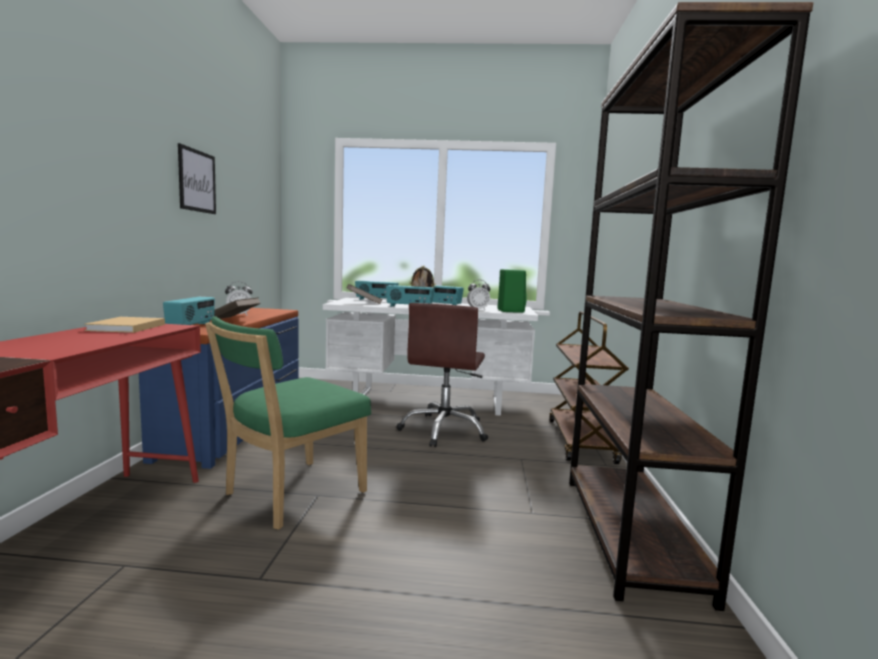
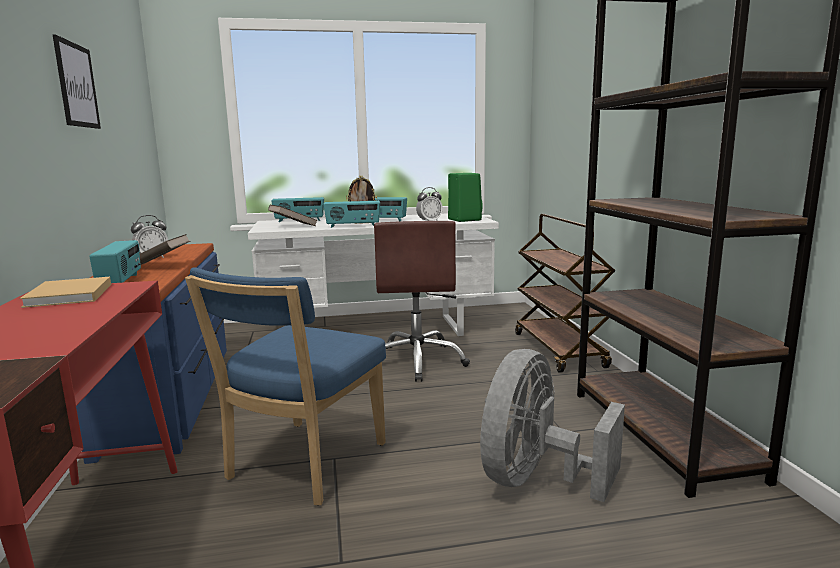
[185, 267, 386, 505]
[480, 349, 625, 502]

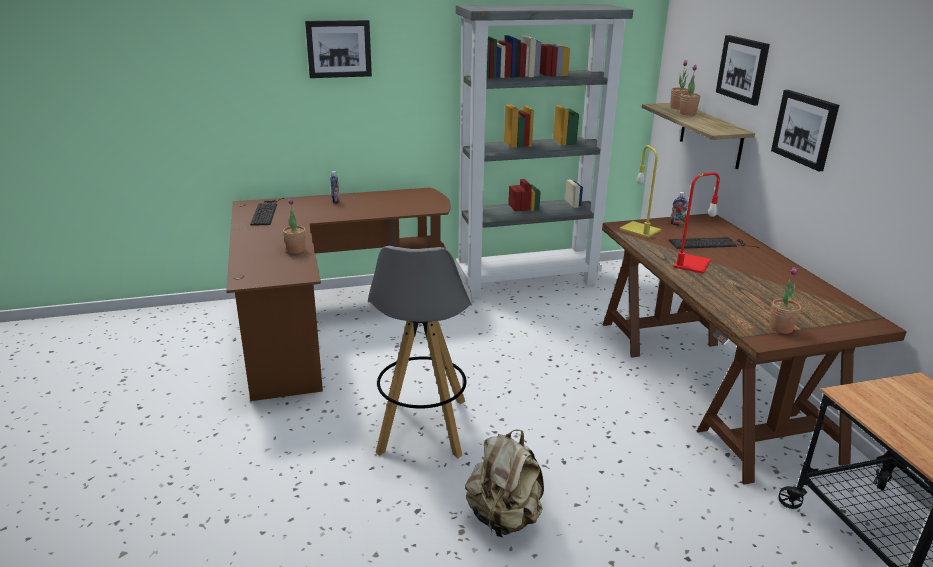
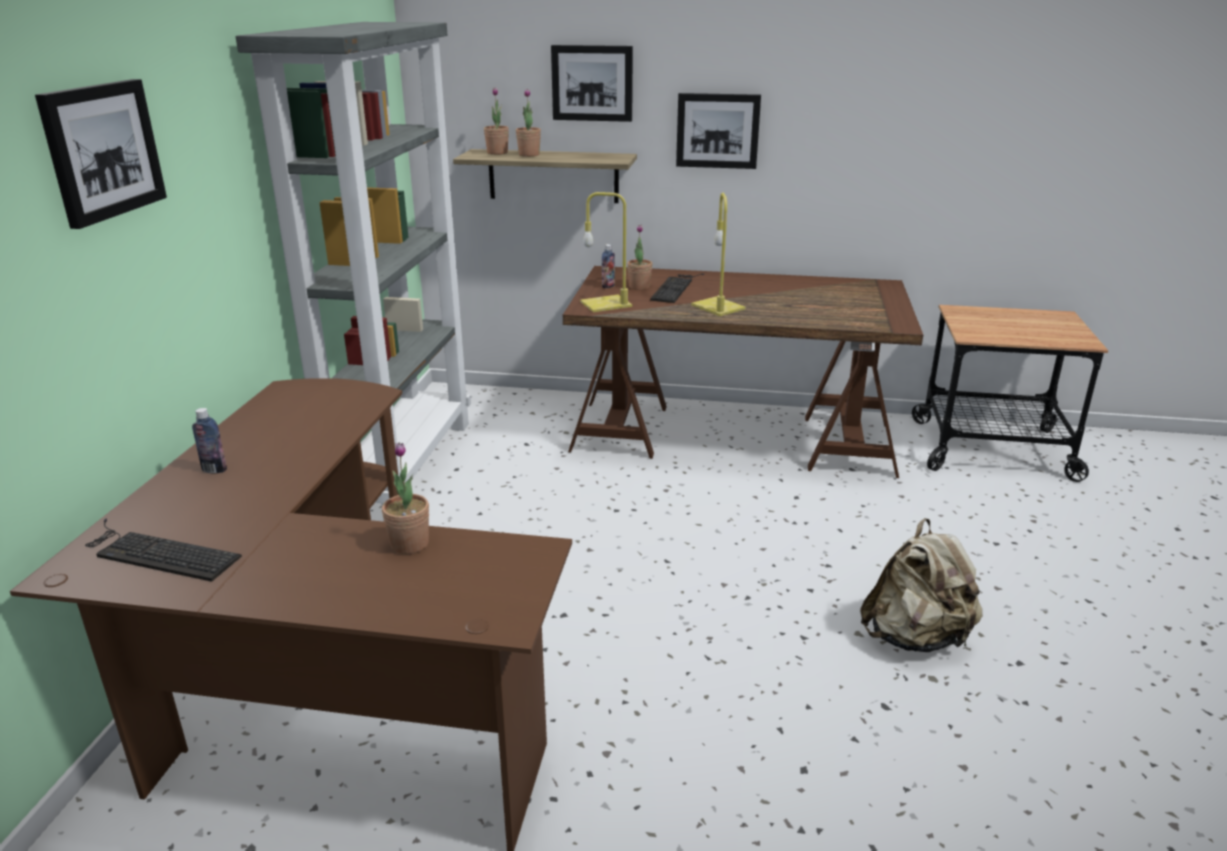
[627, 225, 653, 290]
[691, 193, 746, 316]
[368, 246, 472, 458] (first image)

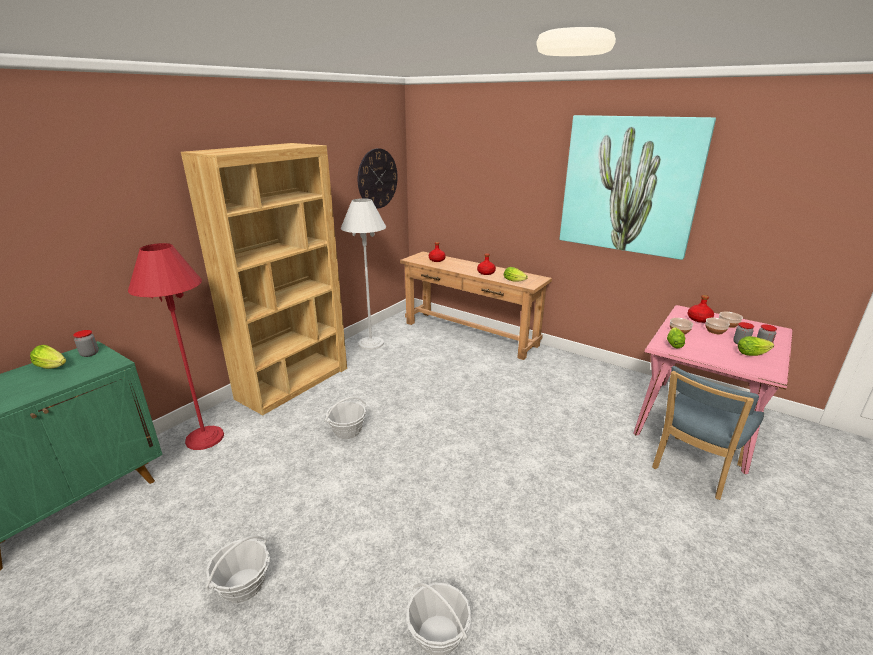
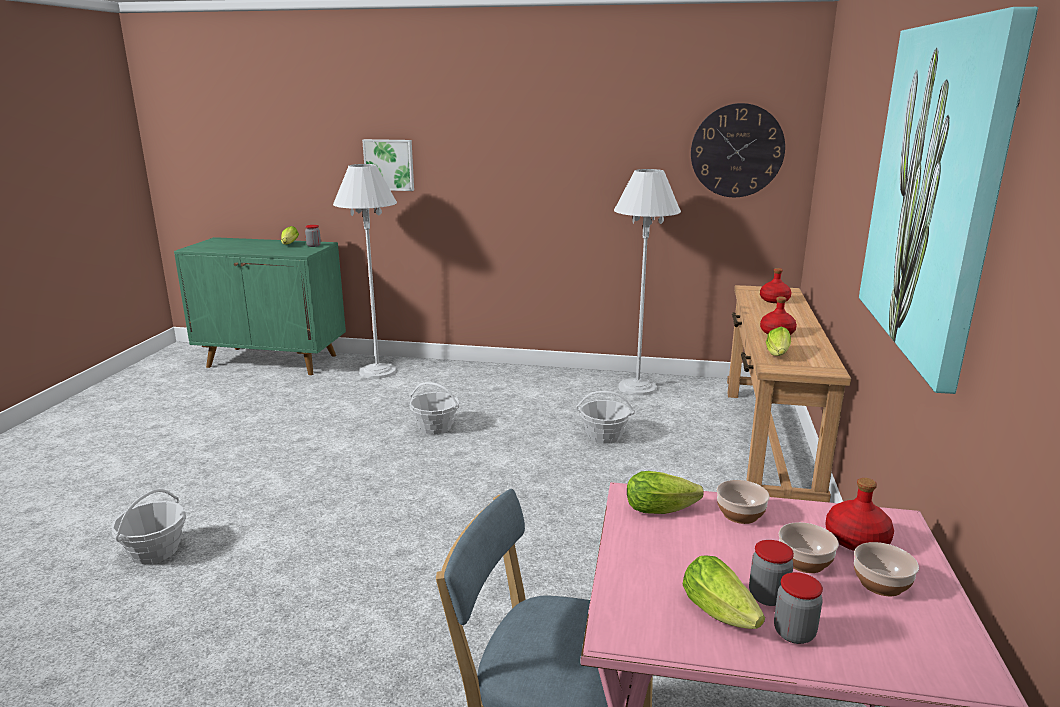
[333, 164, 397, 379]
[362, 139, 414, 191]
[576, 391, 635, 444]
[181, 143, 347, 415] (first image)

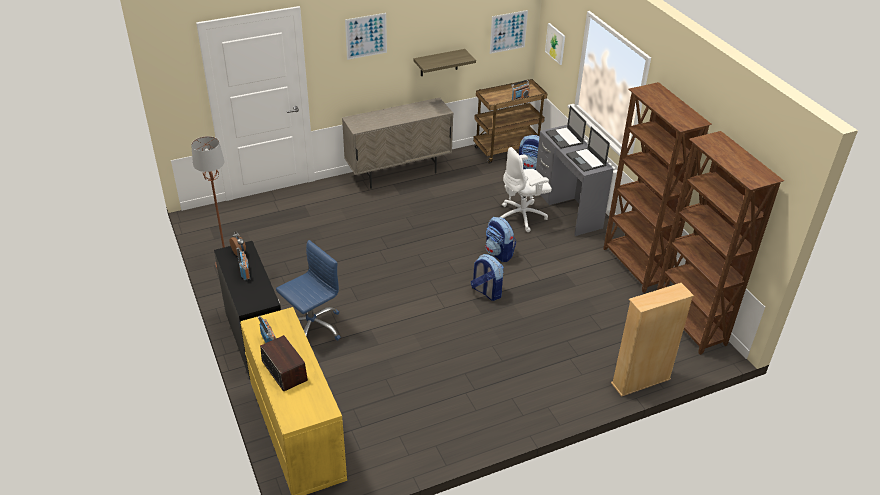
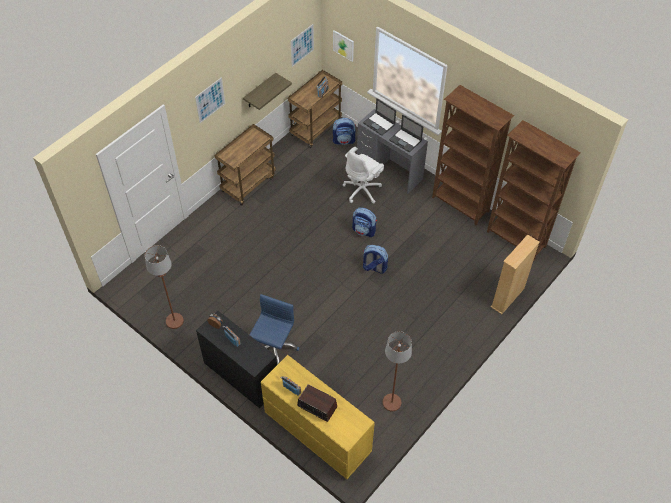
[215, 124, 276, 206]
[383, 331, 412, 411]

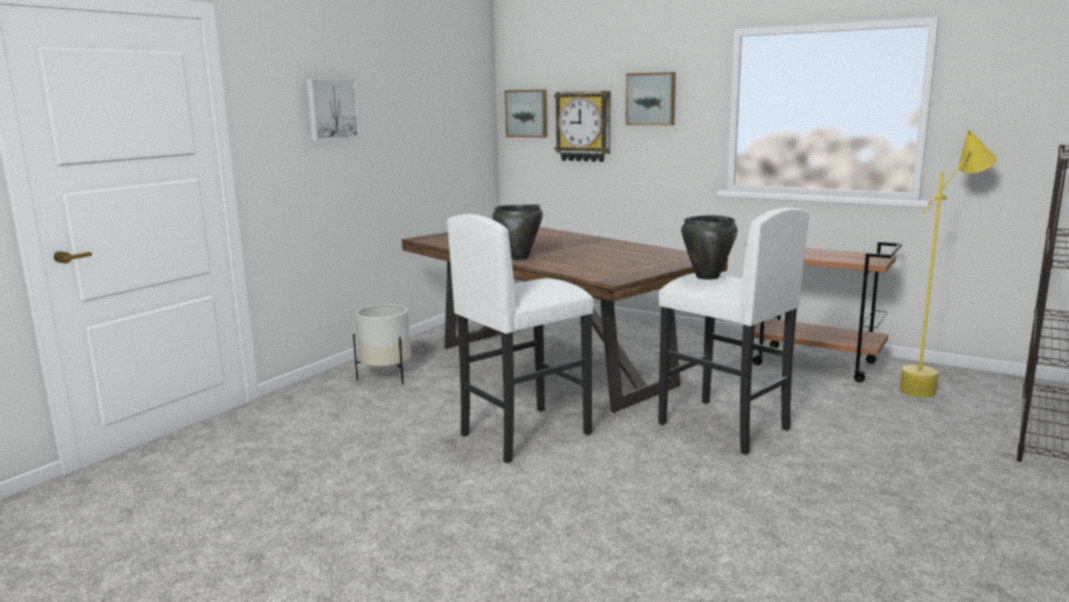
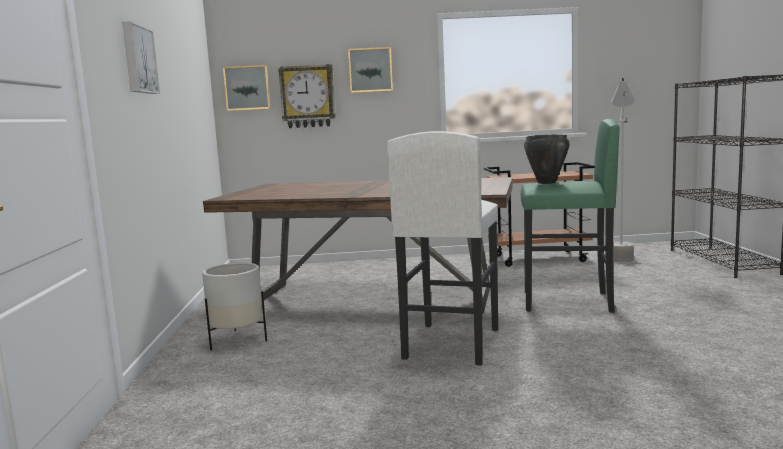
[521, 119, 620, 313]
[611, 77, 636, 262]
[492, 205, 543, 260] (first image)

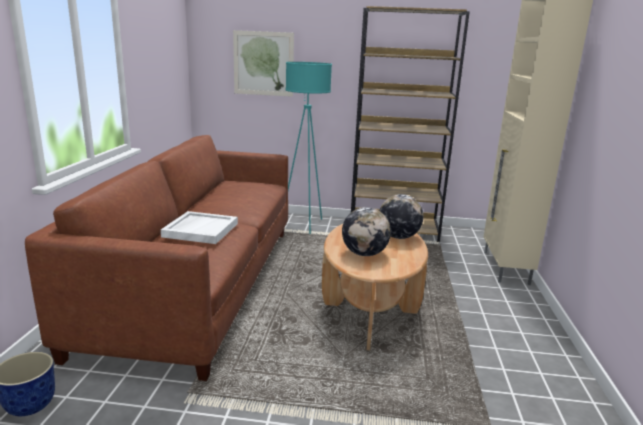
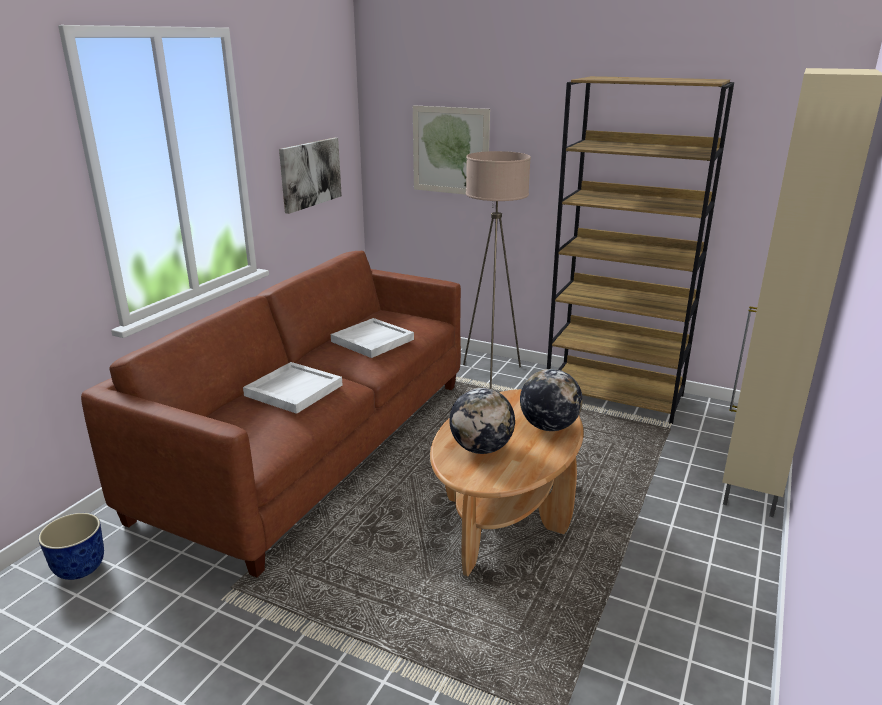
[279, 138, 342, 214]
[331, 318, 414, 358]
[463, 151, 531, 389]

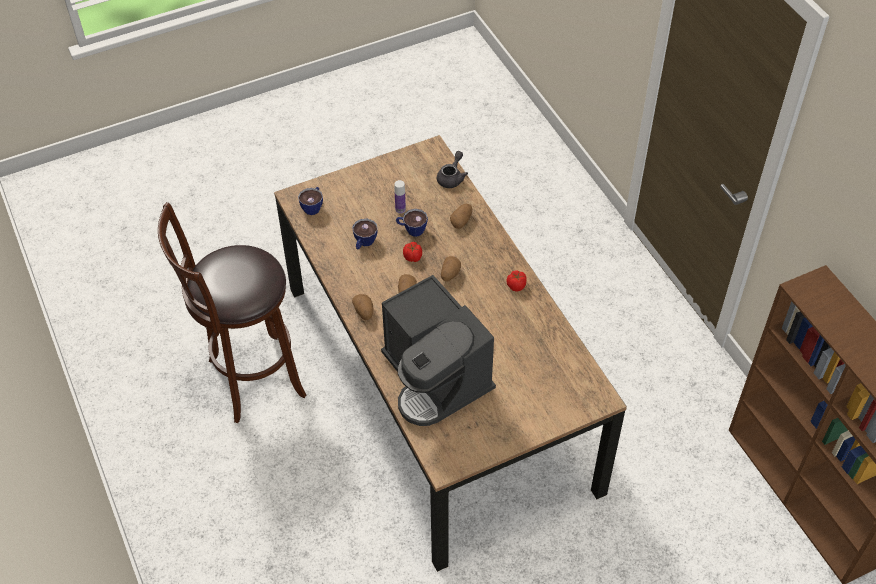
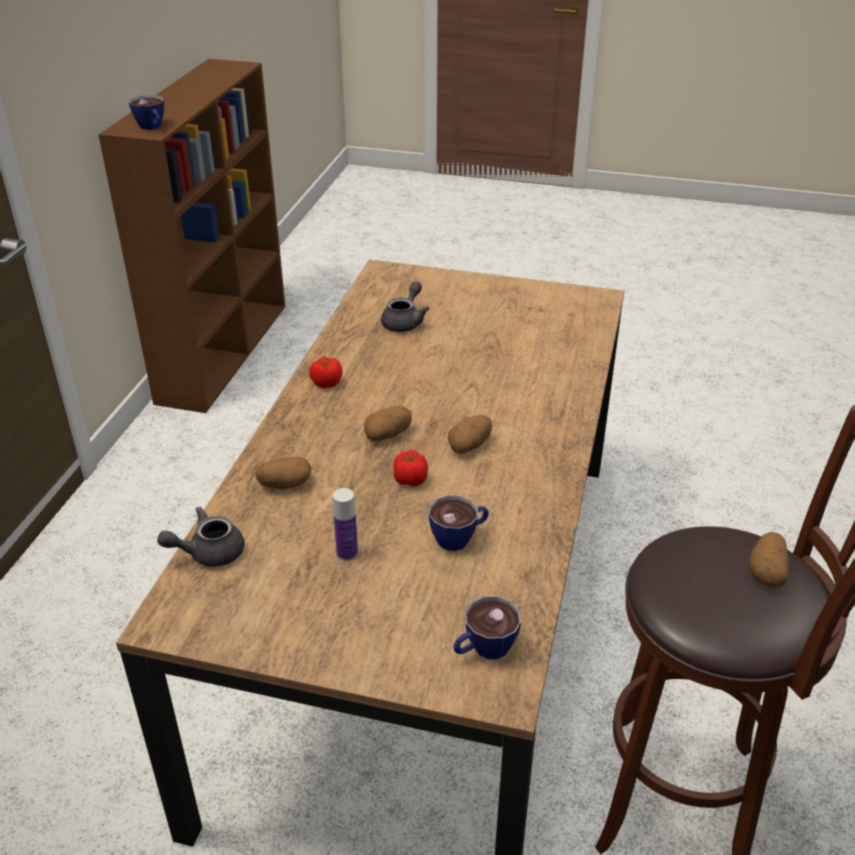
[129, 95, 164, 130]
[381, 281, 429, 332]
[749, 532, 789, 588]
[381, 275, 496, 426] (first image)

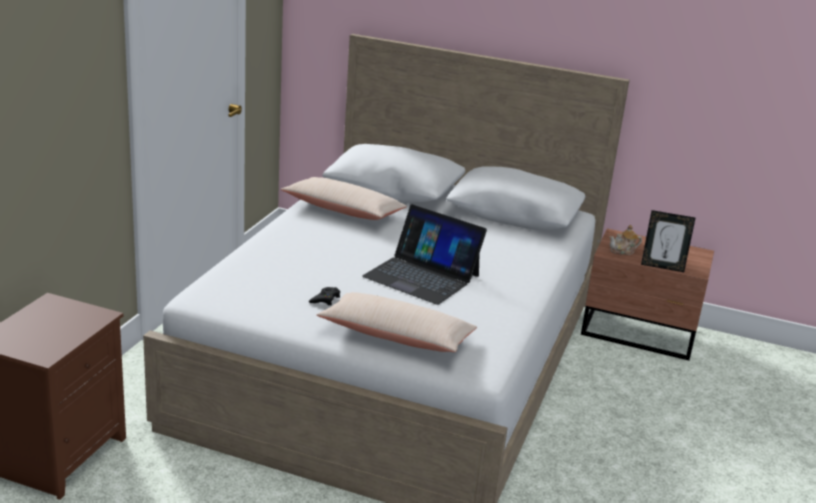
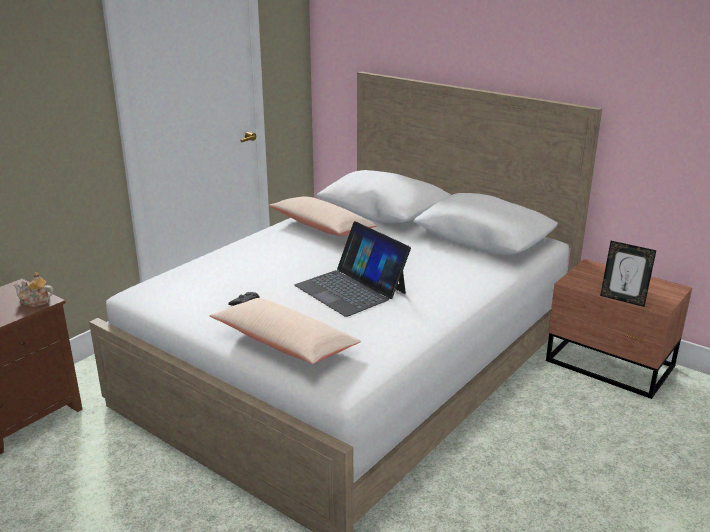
[13, 272, 54, 307]

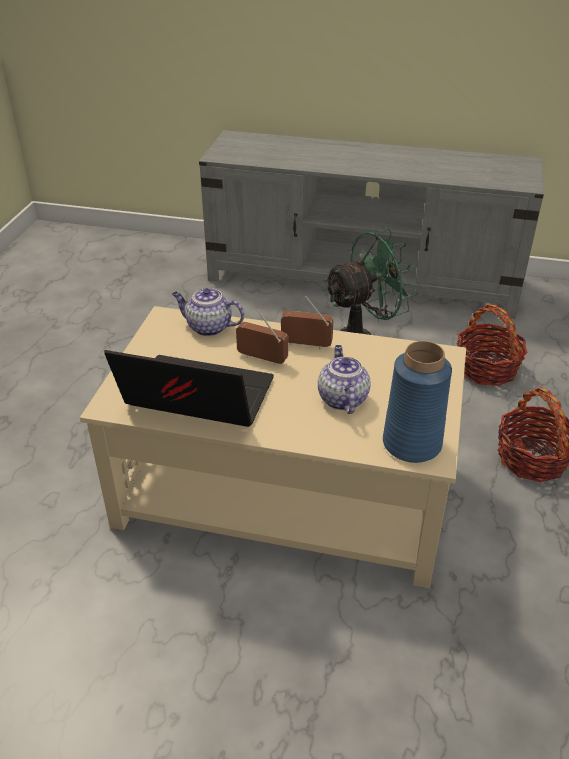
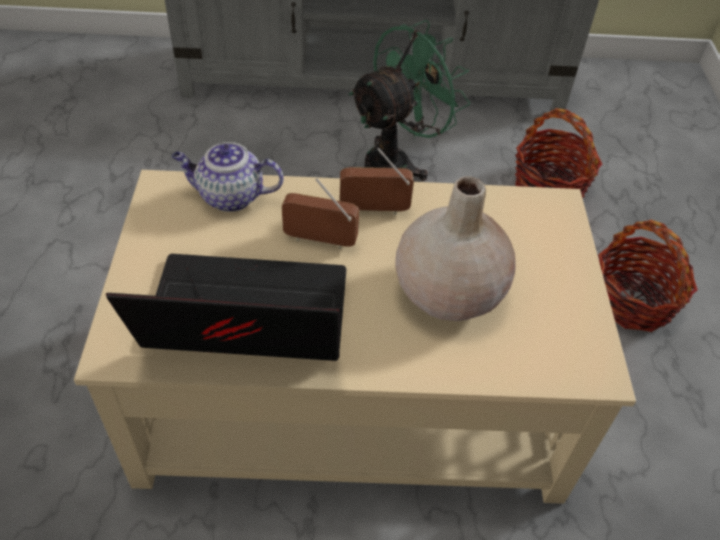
[395, 177, 516, 321]
[383, 341, 452, 463] (first image)

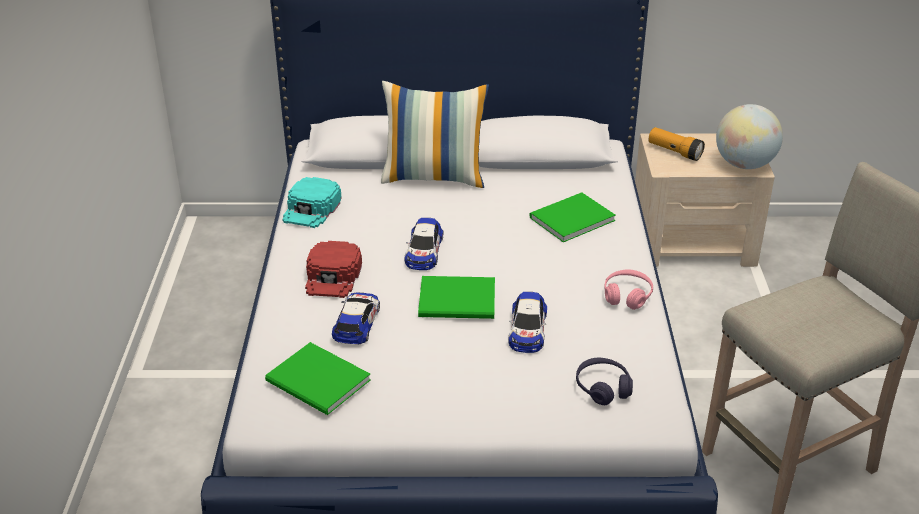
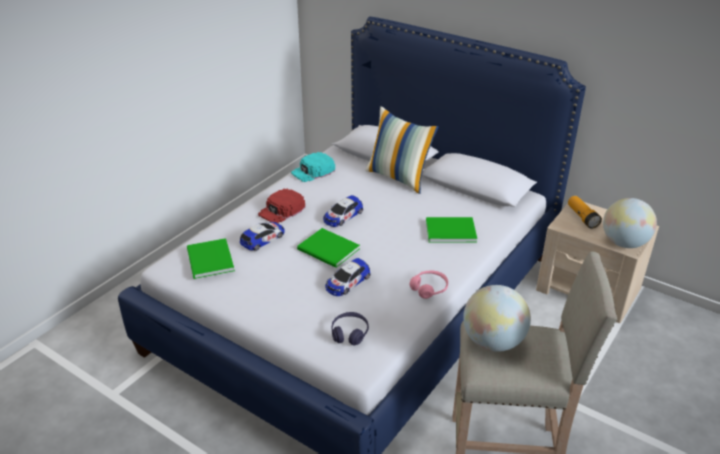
[463, 285, 531, 352]

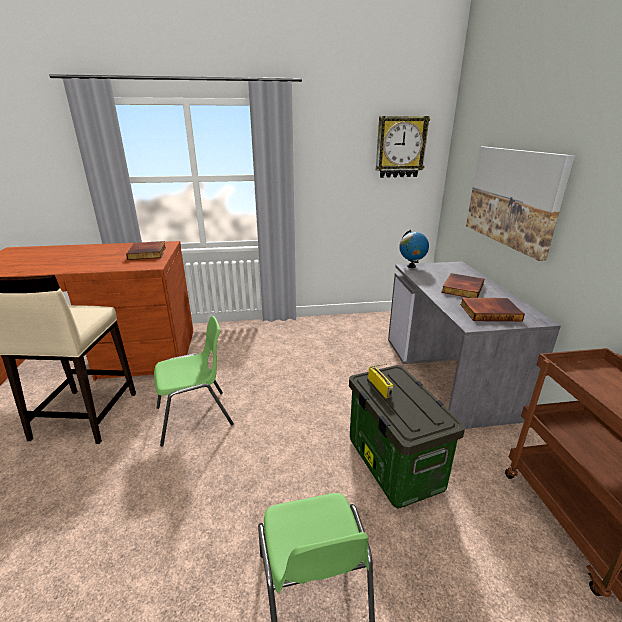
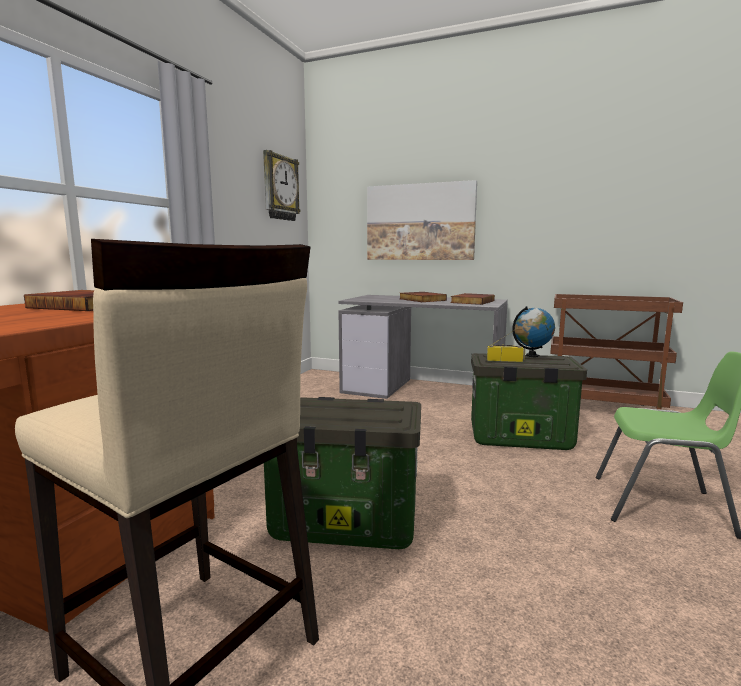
[264, 397, 421, 549]
[512, 306, 555, 357]

